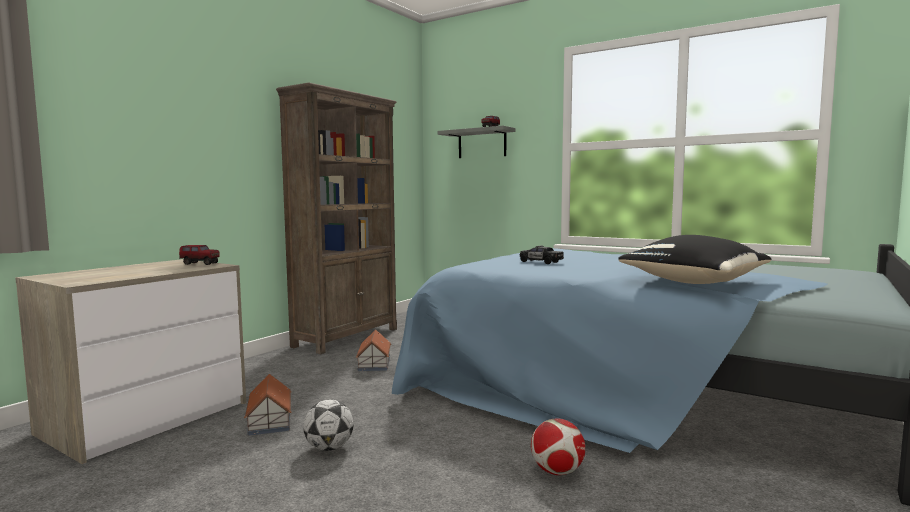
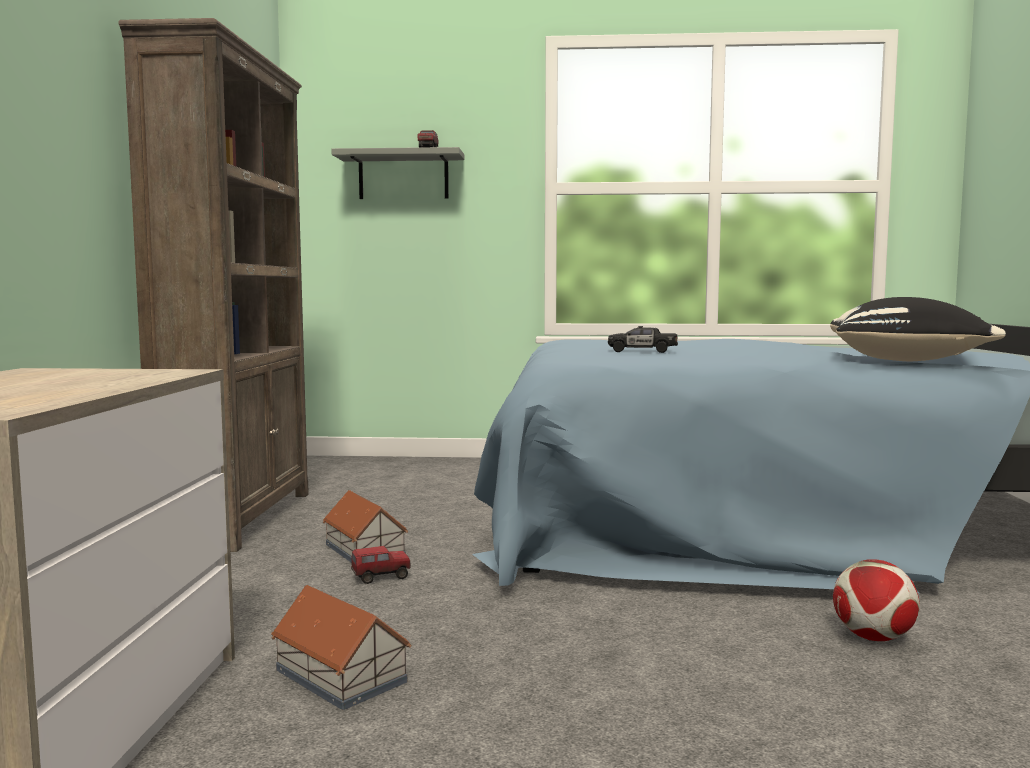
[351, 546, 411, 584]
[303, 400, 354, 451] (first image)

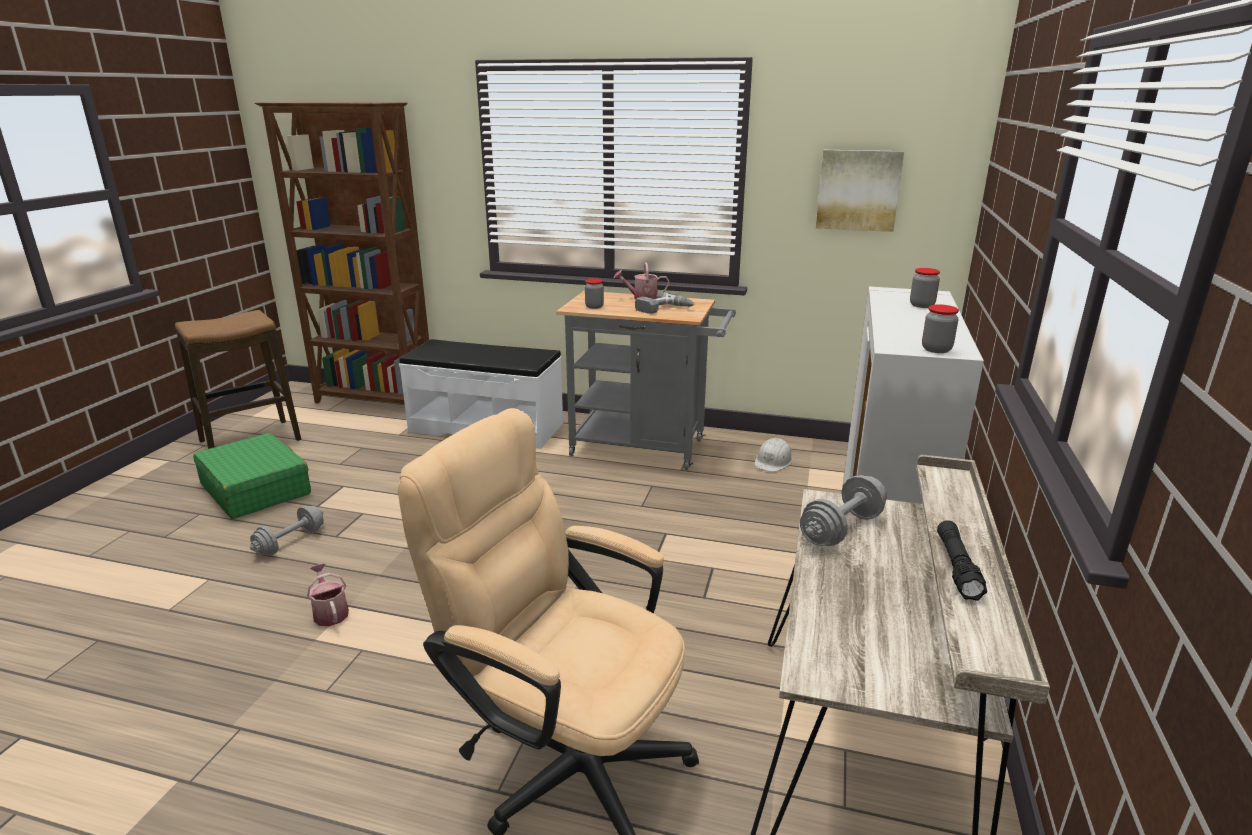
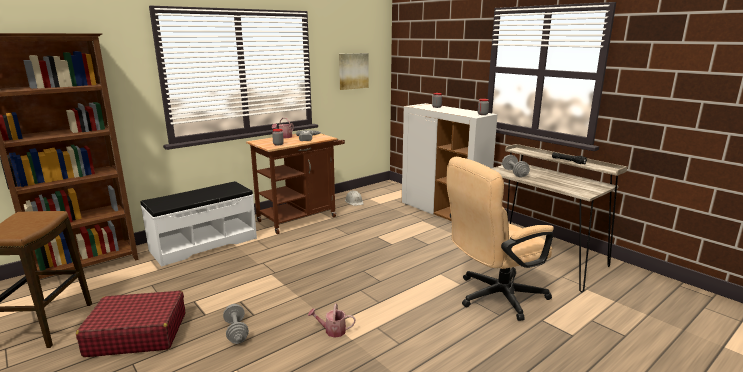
[76, 291, 185, 357]
[246, 133, 345, 234]

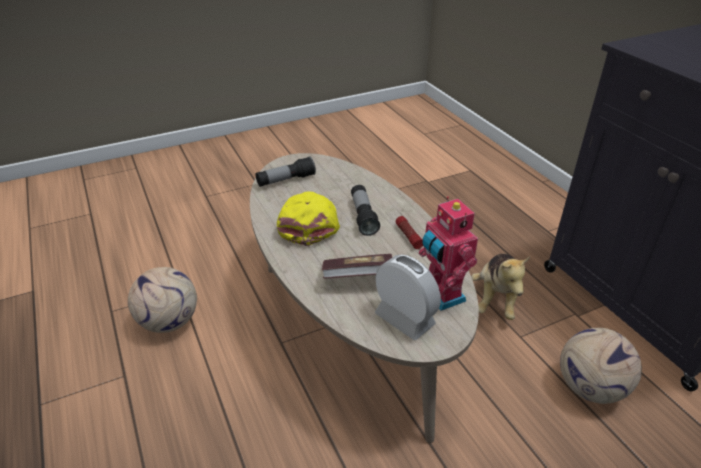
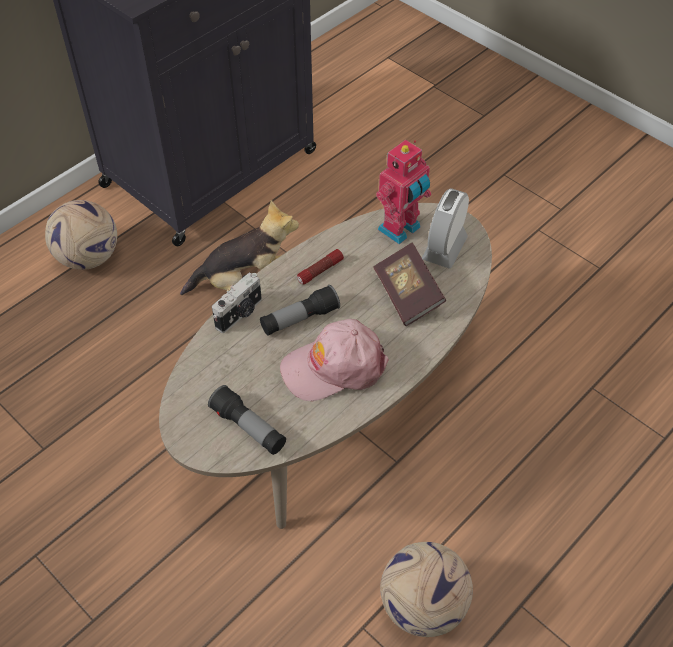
[45, 200, 117, 270]
[212, 272, 262, 333]
[280, 319, 389, 401]

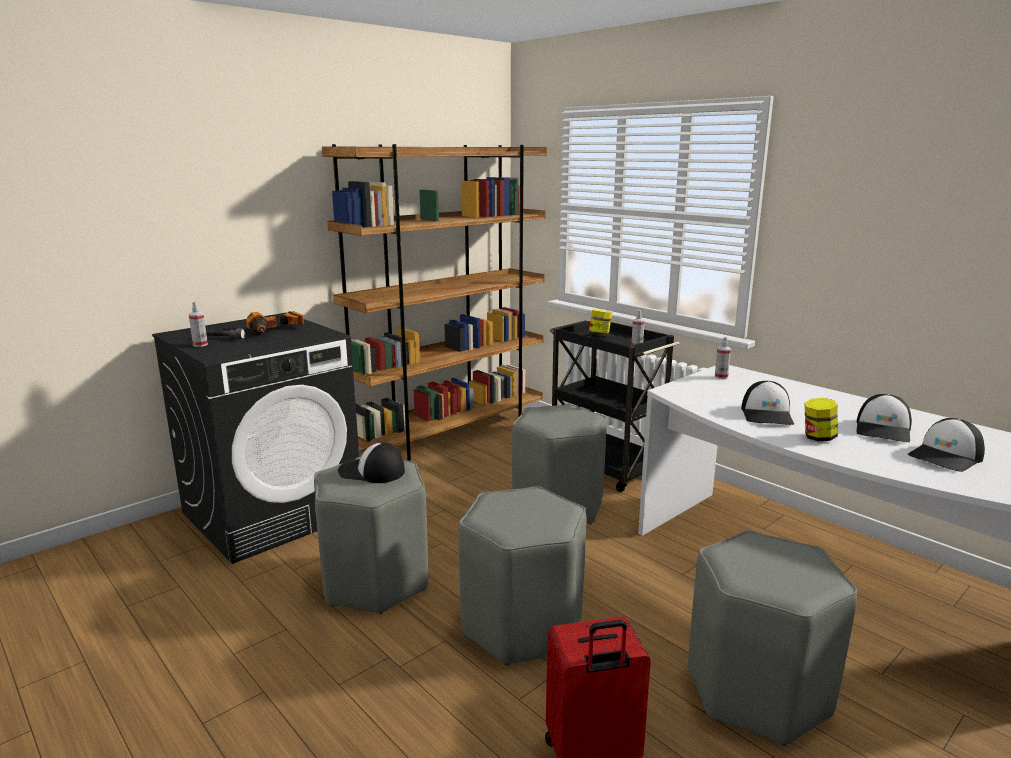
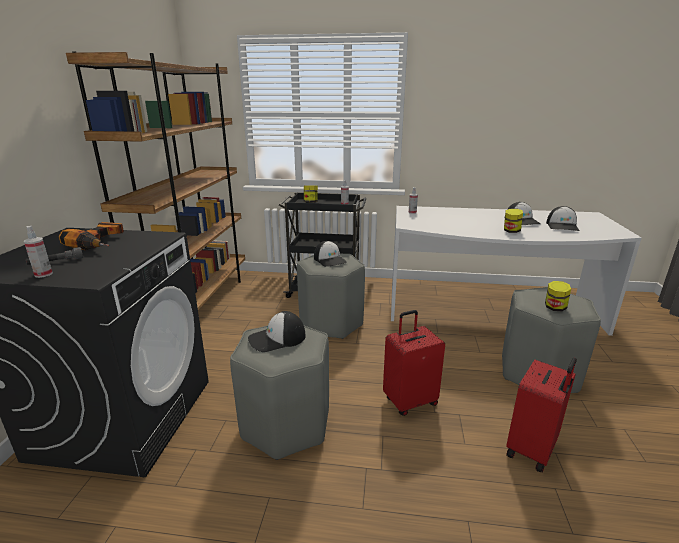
[314, 241, 347, 267]
[383, 310, 445, 416]
[545, 281, 571, 311]

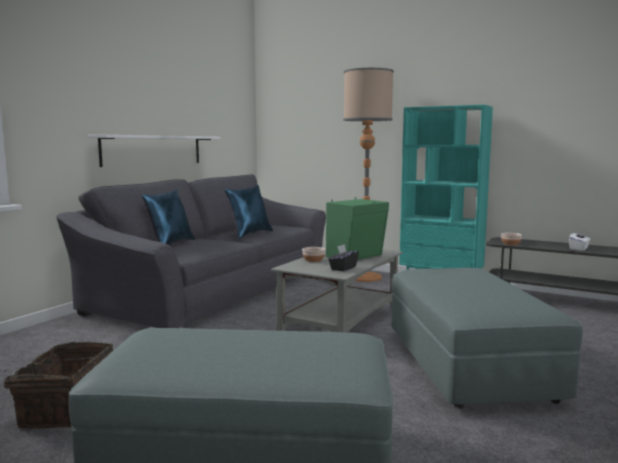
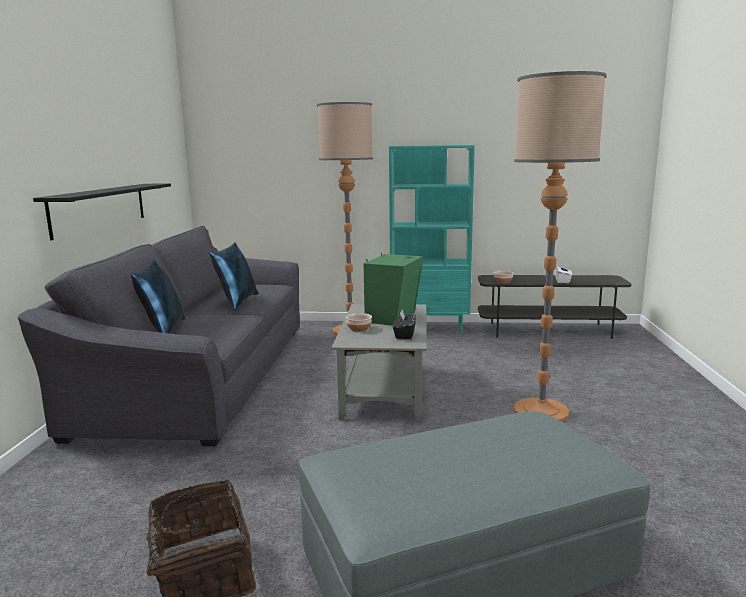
[33, 183, 171, 240]
[514, 71, 607, 422]

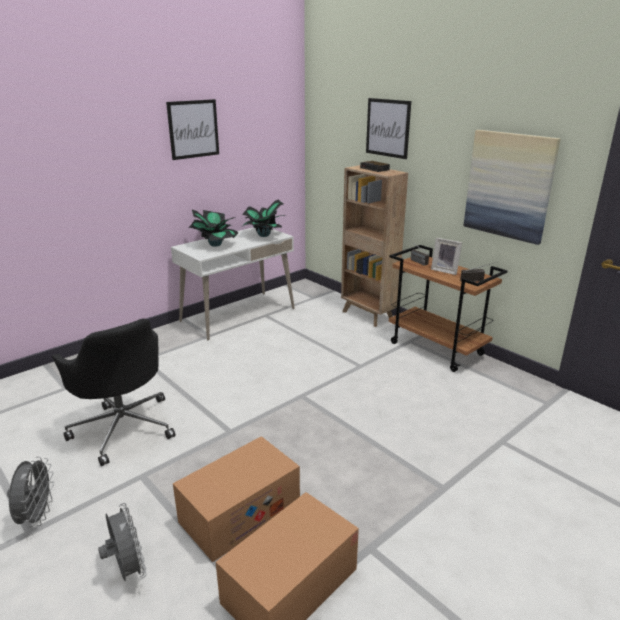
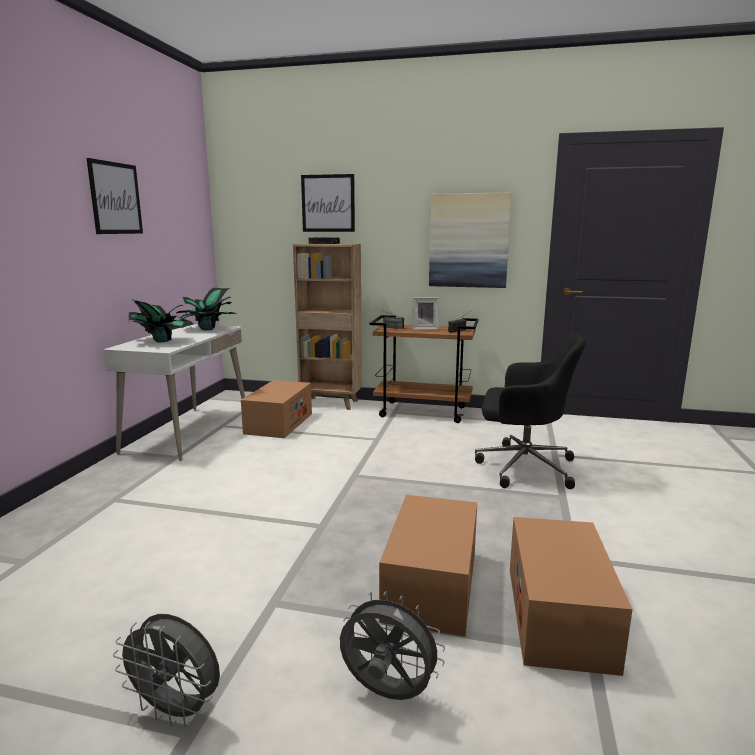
[113, 614, 220, 727]
[241, 380, 312, 438]
[475, 334, 586, 489]

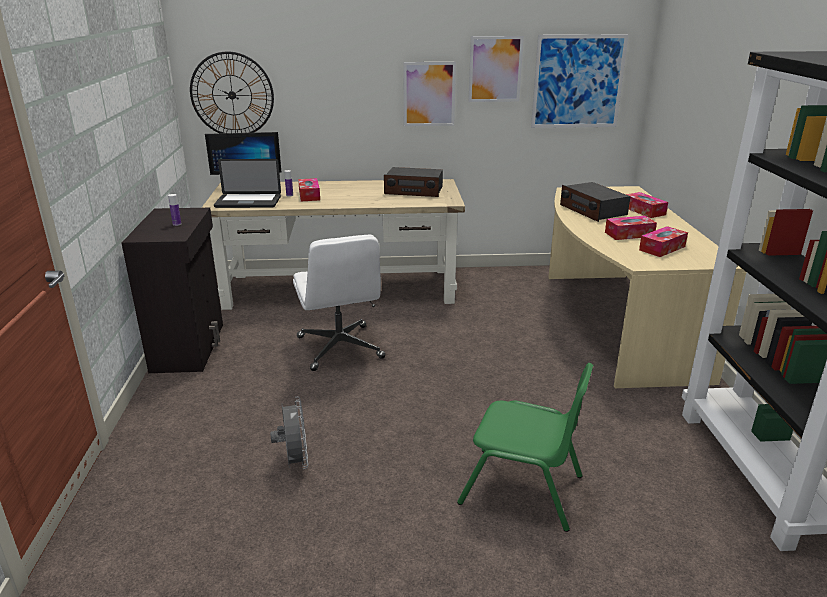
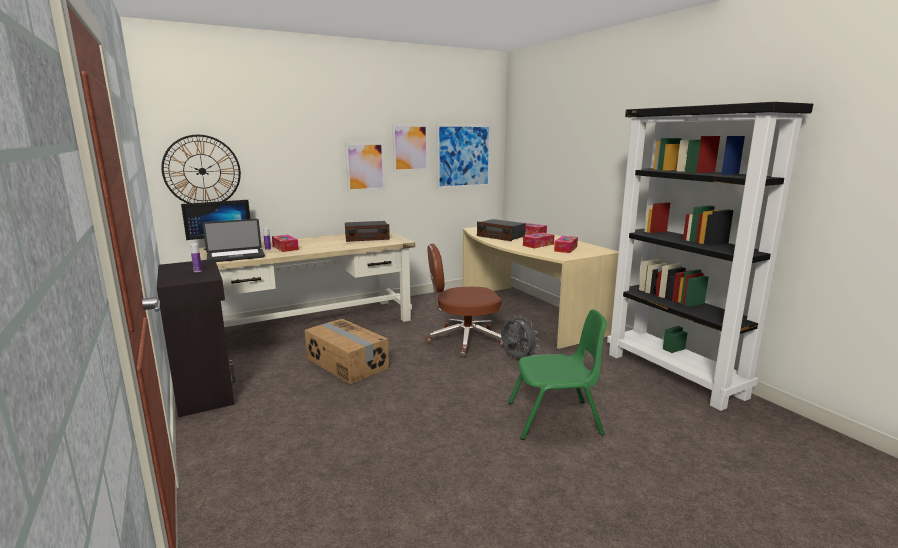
[305, 319, 389, 384]
[426, 244, 504, 357]
[501, 315, 539, 358]

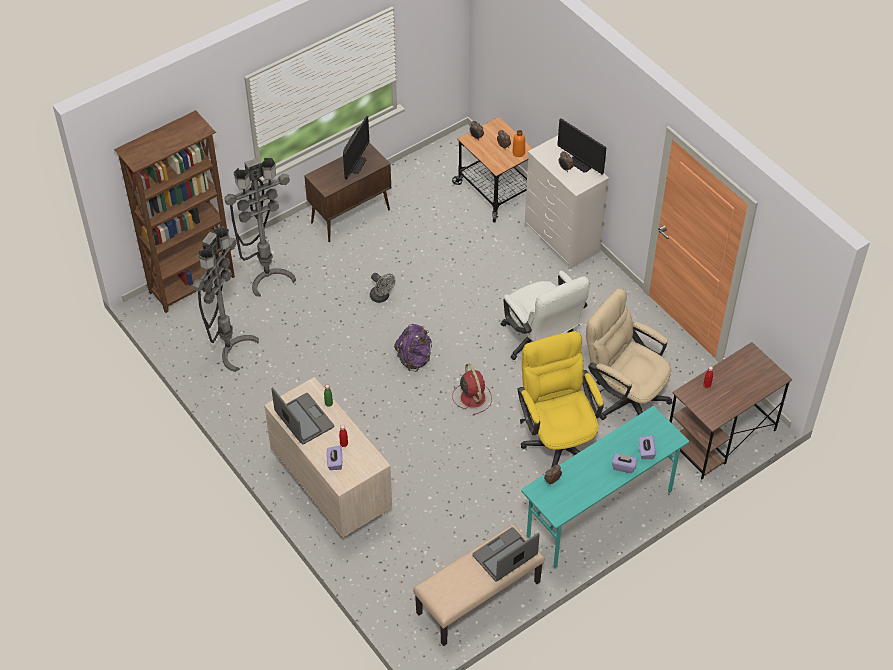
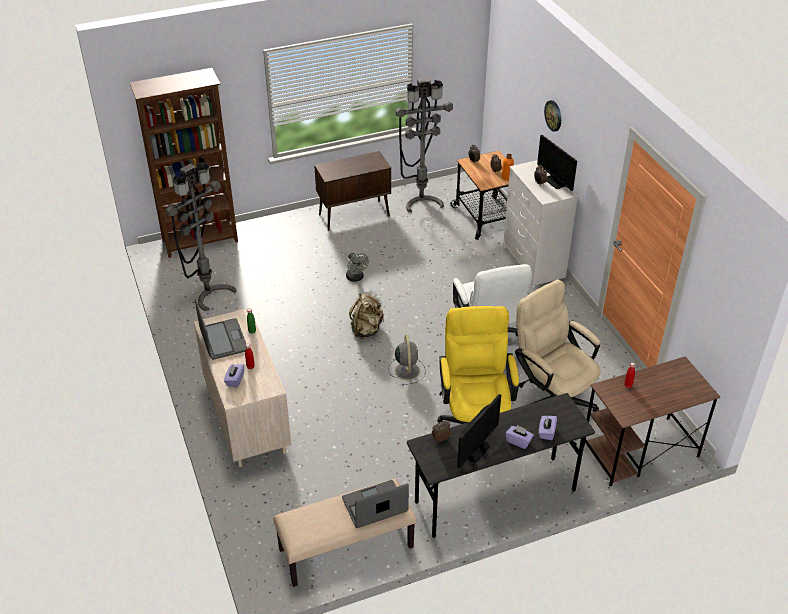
[349, 293, 384, 339]
[388, 335, 426, 386]
[396, 78, 453, 213]
[407, 393, 595, 538]
[457, 394, 501, 468]
[544, 100, 561, 132]

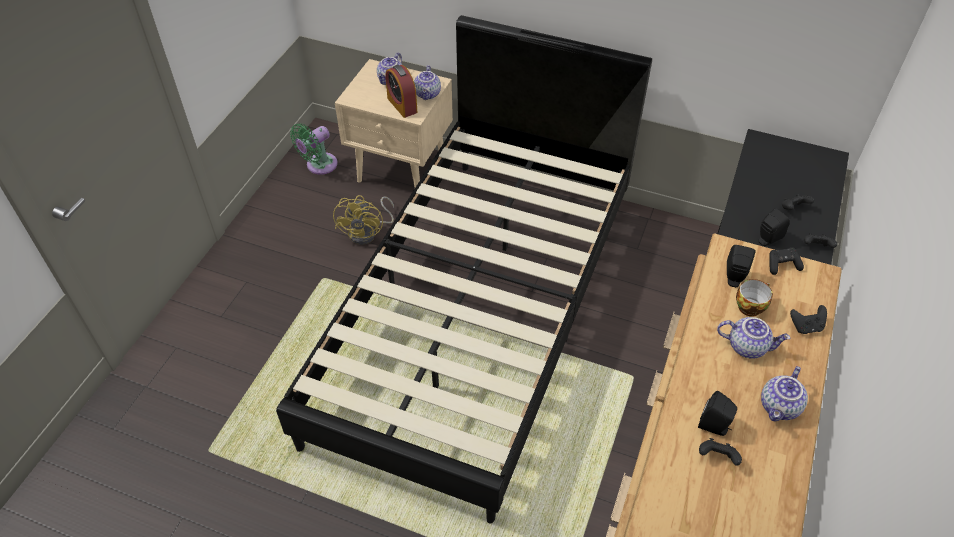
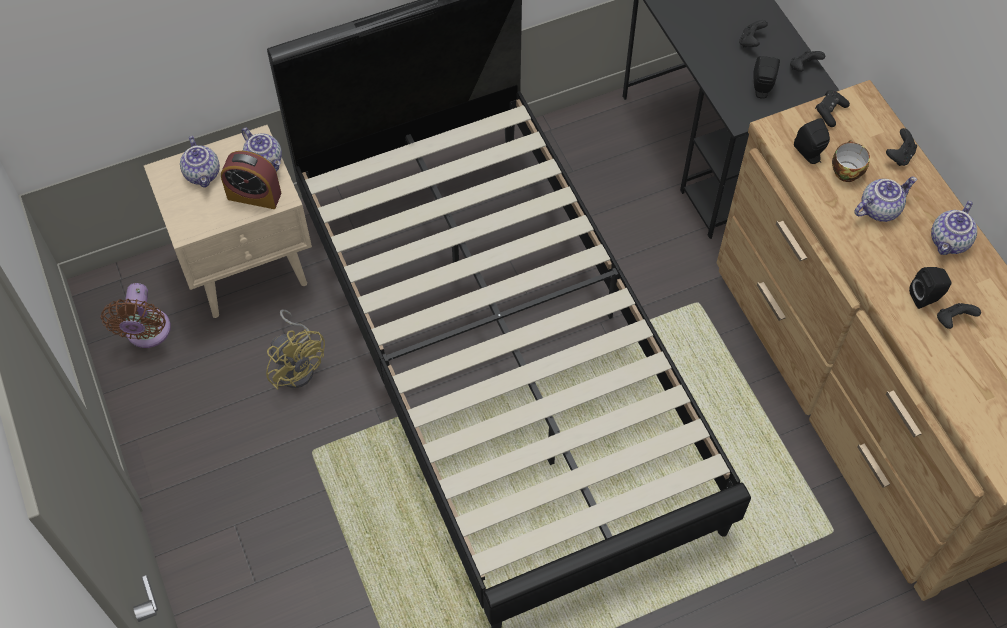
[101, 283, 171, 348]
[931, 201, 977, 255]

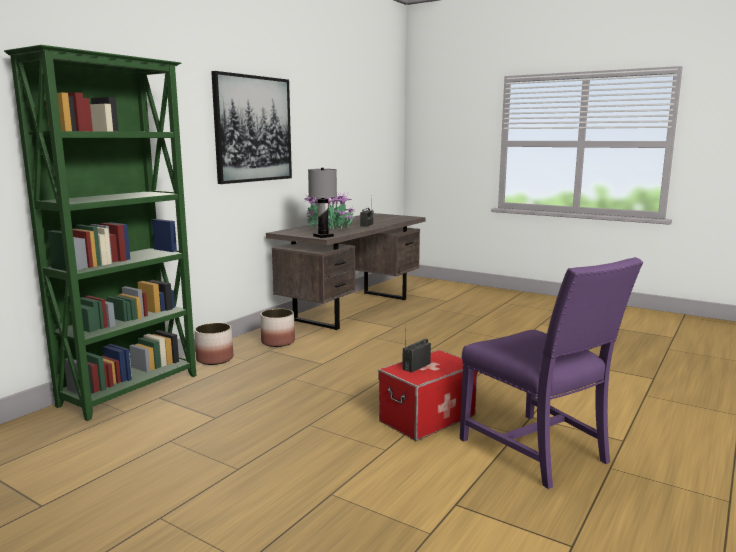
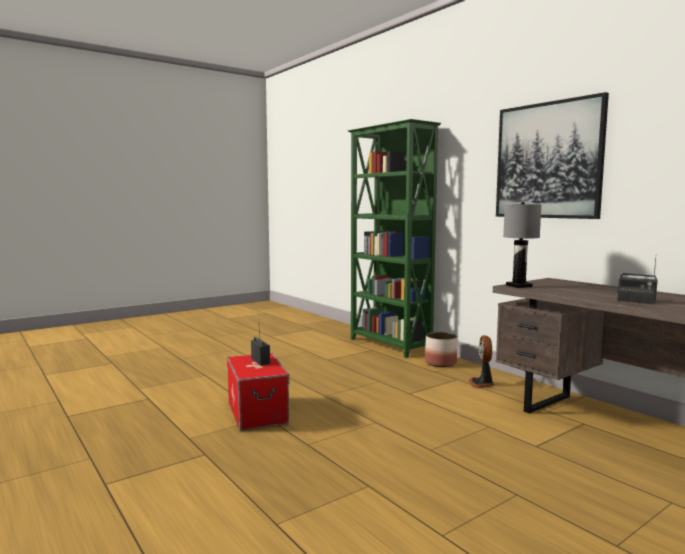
[469, 335, 495, 388]
[305, 194, 355, 229] (first image)
[460, 257, 643, 489] (first image)

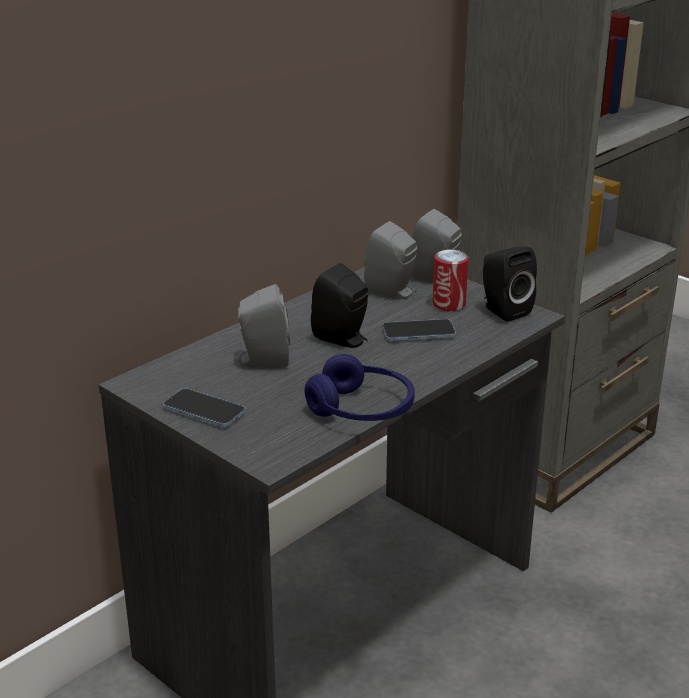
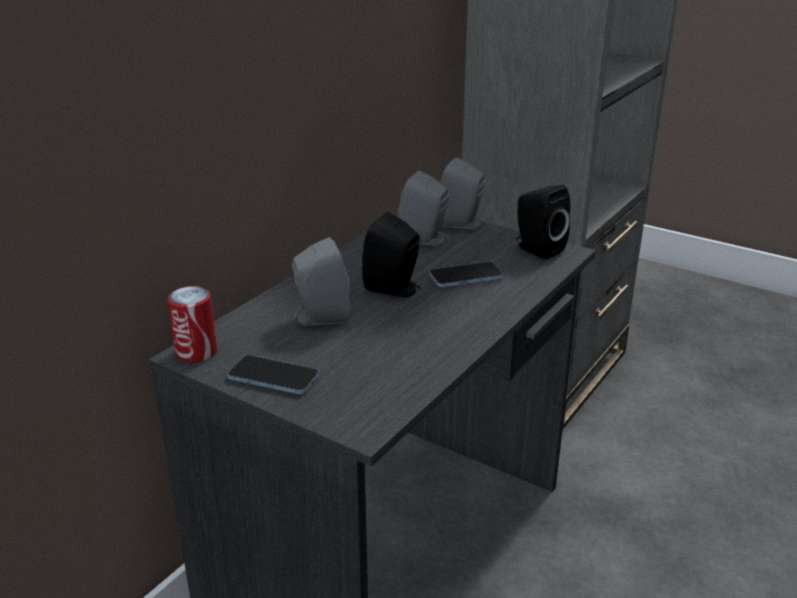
[167, 286, 217, 363]
[305, 354, 415, 421] (first image)

